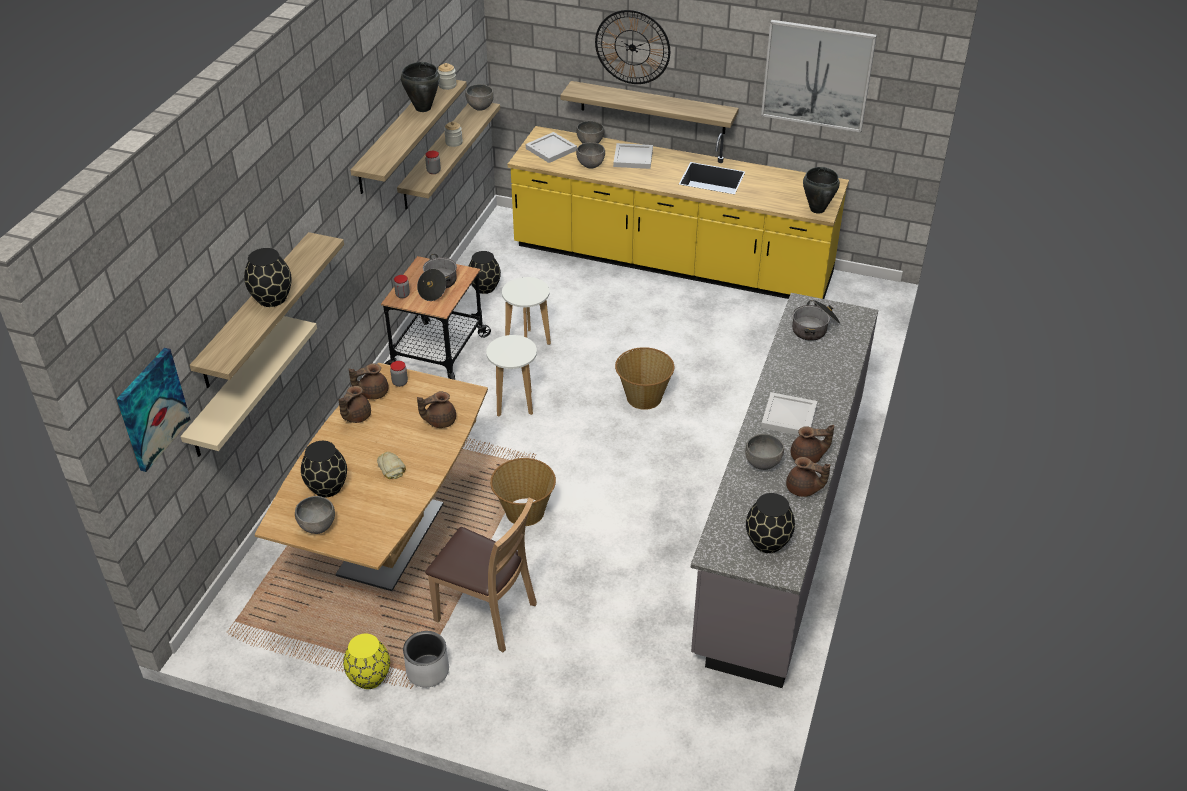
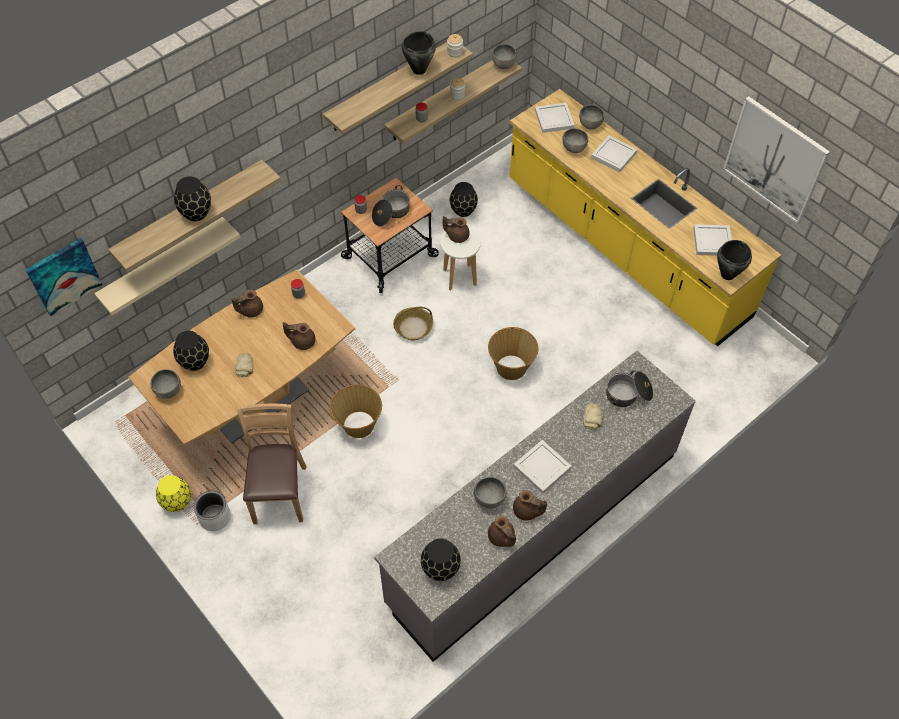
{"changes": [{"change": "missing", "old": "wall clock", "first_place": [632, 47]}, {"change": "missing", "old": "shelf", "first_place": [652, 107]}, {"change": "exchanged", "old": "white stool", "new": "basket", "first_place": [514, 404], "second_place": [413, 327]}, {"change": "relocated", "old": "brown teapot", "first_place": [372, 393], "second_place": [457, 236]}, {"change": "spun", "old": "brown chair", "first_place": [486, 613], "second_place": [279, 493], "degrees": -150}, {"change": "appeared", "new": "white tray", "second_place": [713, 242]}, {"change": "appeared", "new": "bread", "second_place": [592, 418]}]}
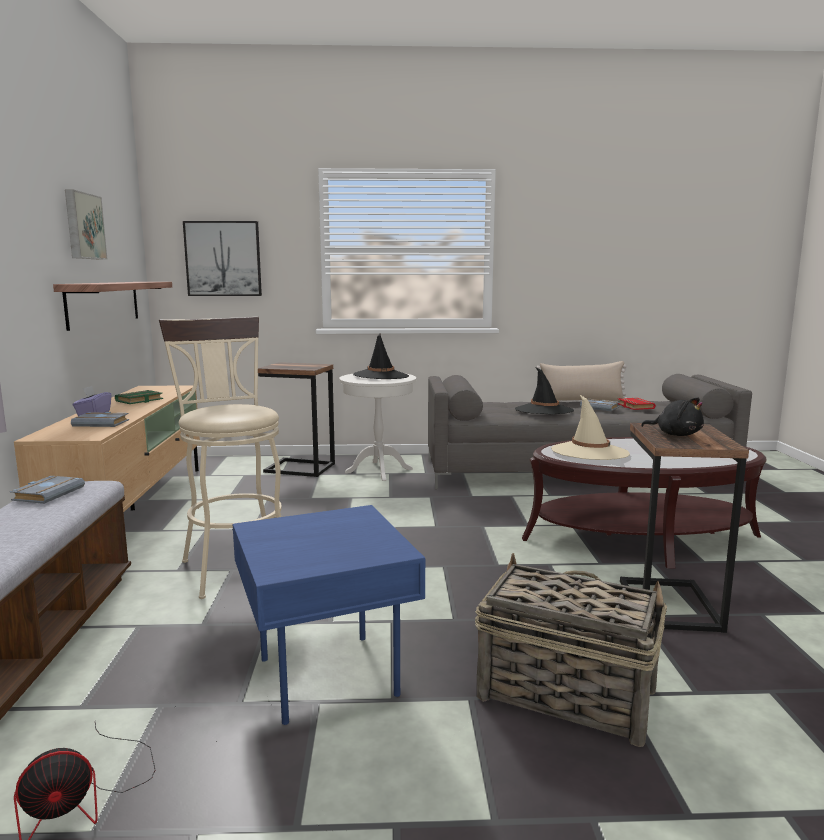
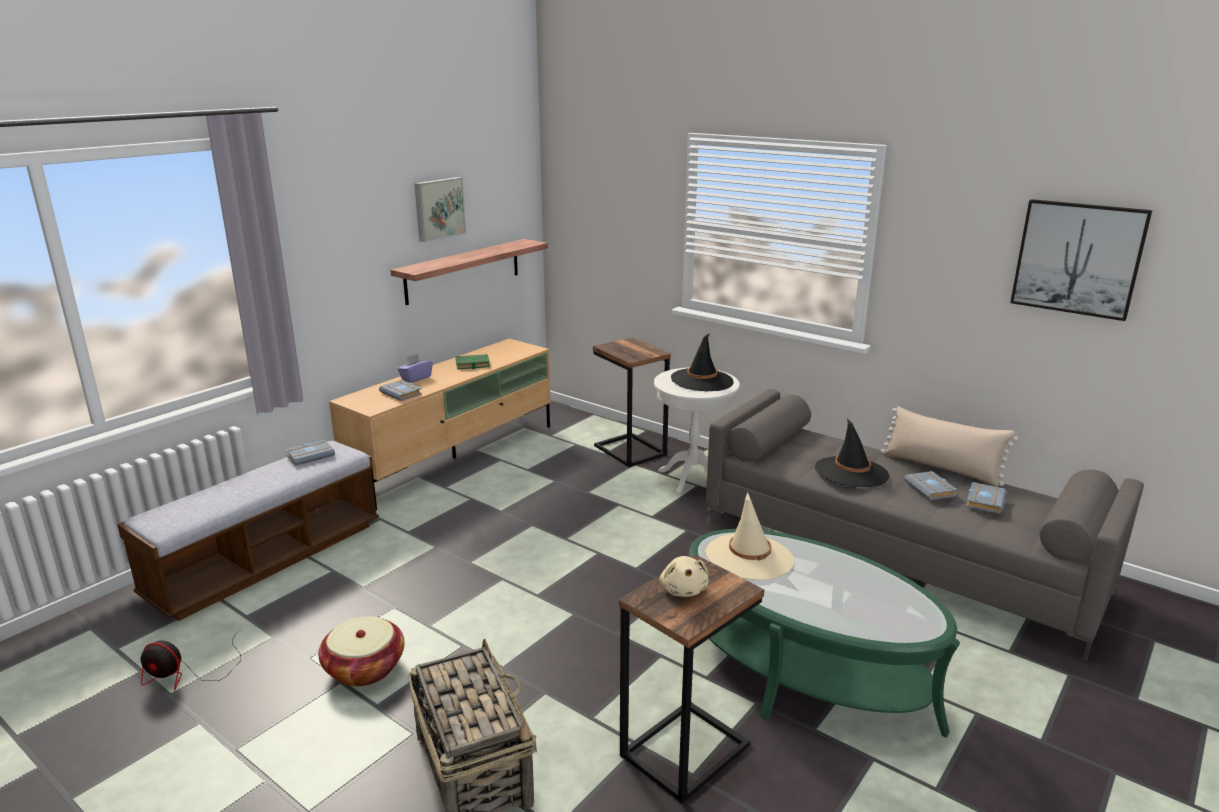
{"changes": [{"change": "relocated", "old": "picture", "first_place": [223, 259], "second_place": [1078, 258]}, {"change": "missing", "old": "beige stool", "first_place": [235, 565]}, {"change": "colour", "old": "red book", "new": "grey book", "first_place": [634, 406], "second_place": [983, 501]}, {"change": "colour", "old": "black plush toy", "new": "beige plush toy", "first_place": [675, 434], "second_place": [683, 590]}, {"change": "colour", "old": "brown coffee table", "new": "green coffee table", "first_place": [641, 537], "second_place": [803, 670]}, {"change": "exchanged", "old": "blue side table", "new": "basket", "first_place": [325, 679], "second_place": [364, 668]}]}
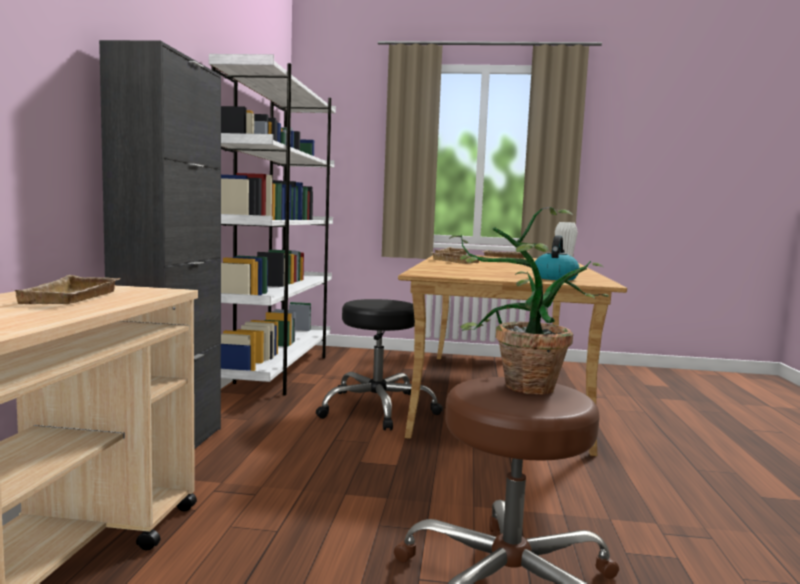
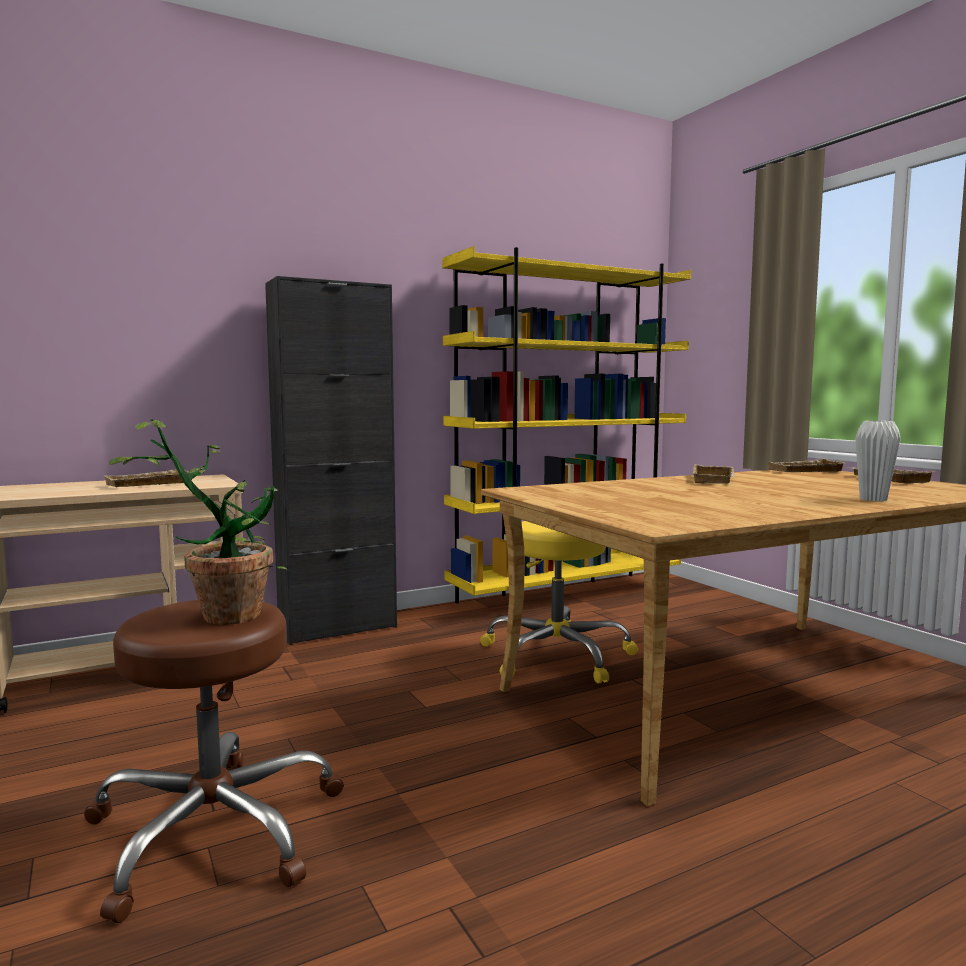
{"changes": [{"change": "colour", "old": "white bookcase", "new": "yellow bookcase", "first_place": [279, 372], "second_place": [567, 595]}, {"change": "missing", "old": "kettle", "first_place": [555, 278]}, {"change": "colour", "old": "black stool", "new": "yellow stool", "first_place": [377, 408], "second_place": [557, 655]}]}
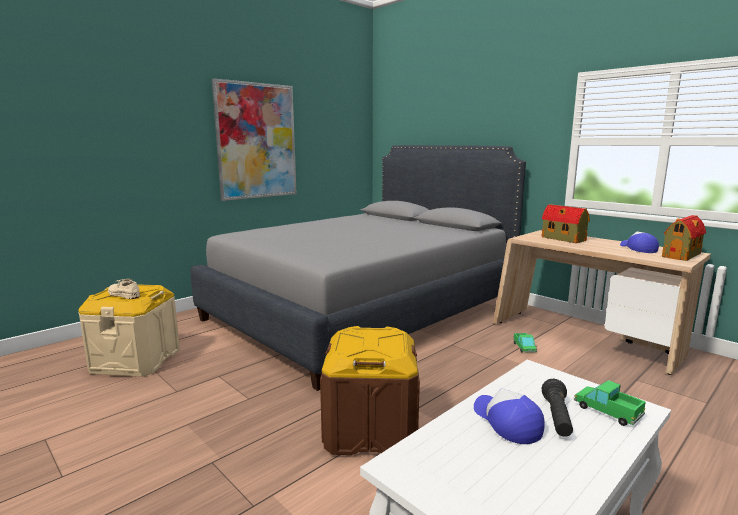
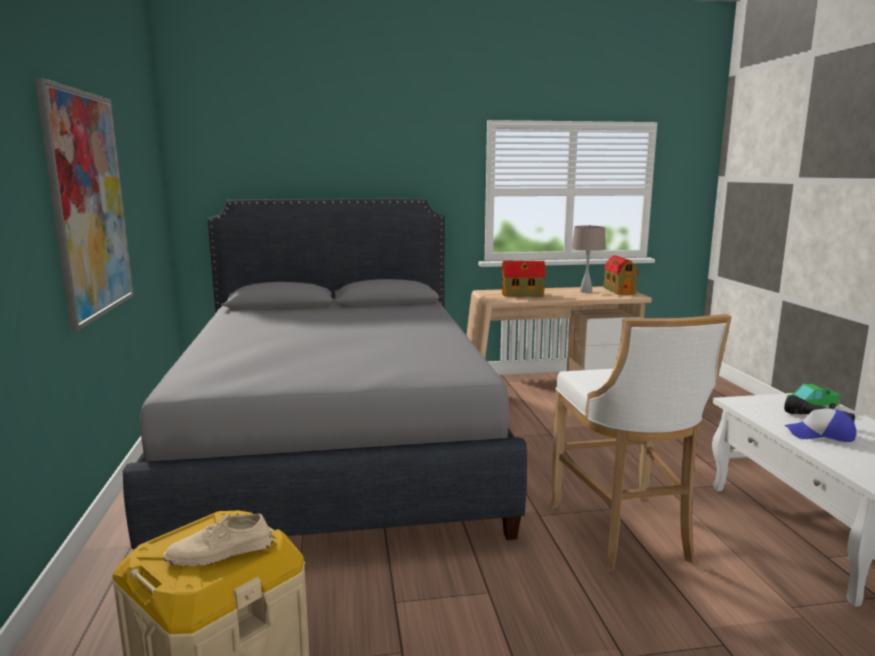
{"changes": [{"change": "exchanged", "old": "cap", "new": "beige table lamp", "first_place": [638, 248], "second_place": [586, 291]}, {"change": "exchanged", "old": "brown storage box", "new": "white stool", "first_place": [370, 429], "second_place": [624, 534]}, {"change": "missing", "old": "toy truck", "first_place": [524, 347]}]}
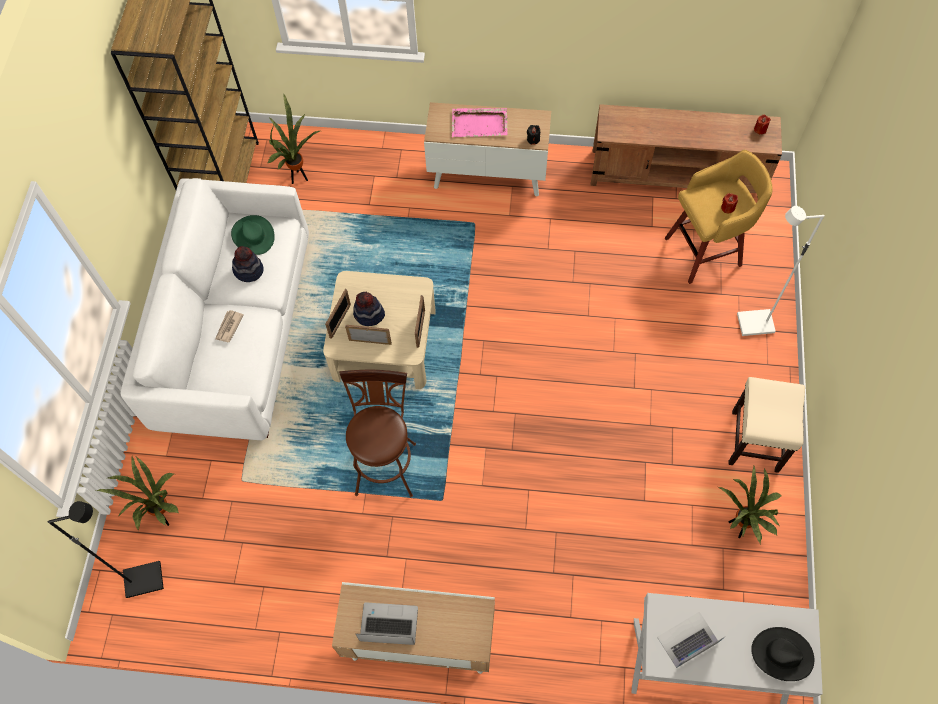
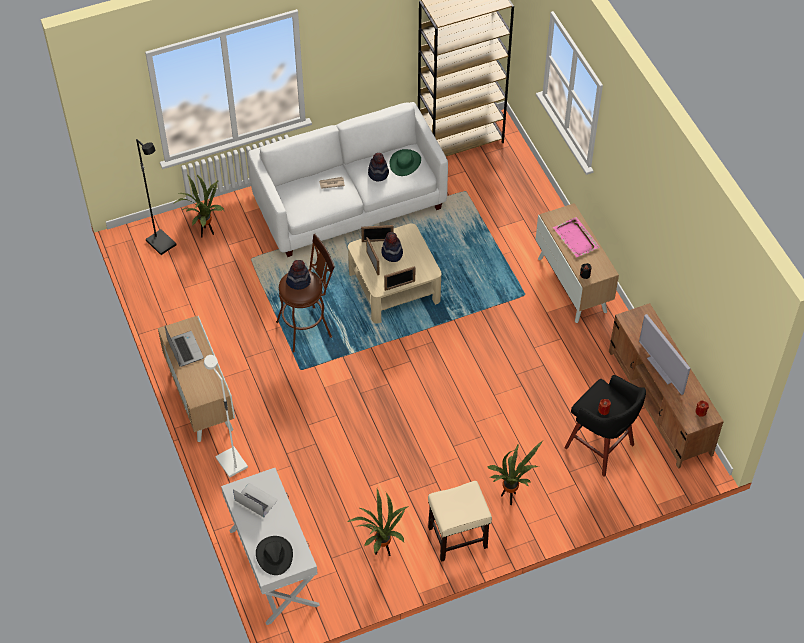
{"changes": [{"change": "relocated", "old": "potted plant", "first_place": [299, 177], "second_place": [510, 497]}, {"change": "colour", "old": "yellow stool", "new": "black stool", "first_place": [705, 251], "second_place": [601, 448]}, {"change": "relocated", "old": "white floor lamp", "first_place": [755, 324], "second_place": [230, 463]}, {"change": "appeared", "new": "hat", "second_place": [298, 281]}, {"change": "appeared", "new": "television", "second_place": [662, 368]}]}
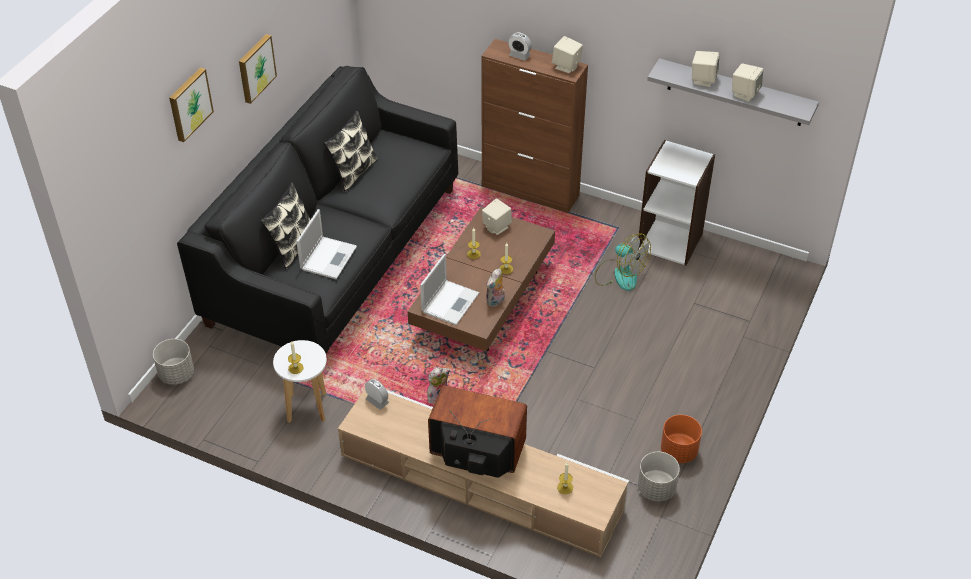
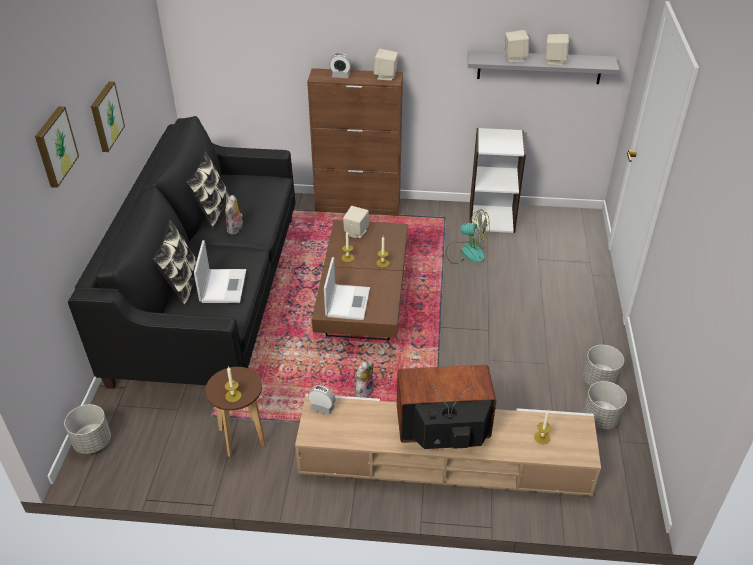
{"changes": [{"change": "relocated", "old": "plush toy", "first_place": [496, 301], "second_place": [236, 229]}, {"change": "colour", "old": "white stool", "new": "brown stool", "first_place": [307, 408], "second_place": [242, 437]}, {"change": "colour", "old": "orange planter", "new": "grey planter", "first_place": [678, 451], "second_place": [599, 380]}]}
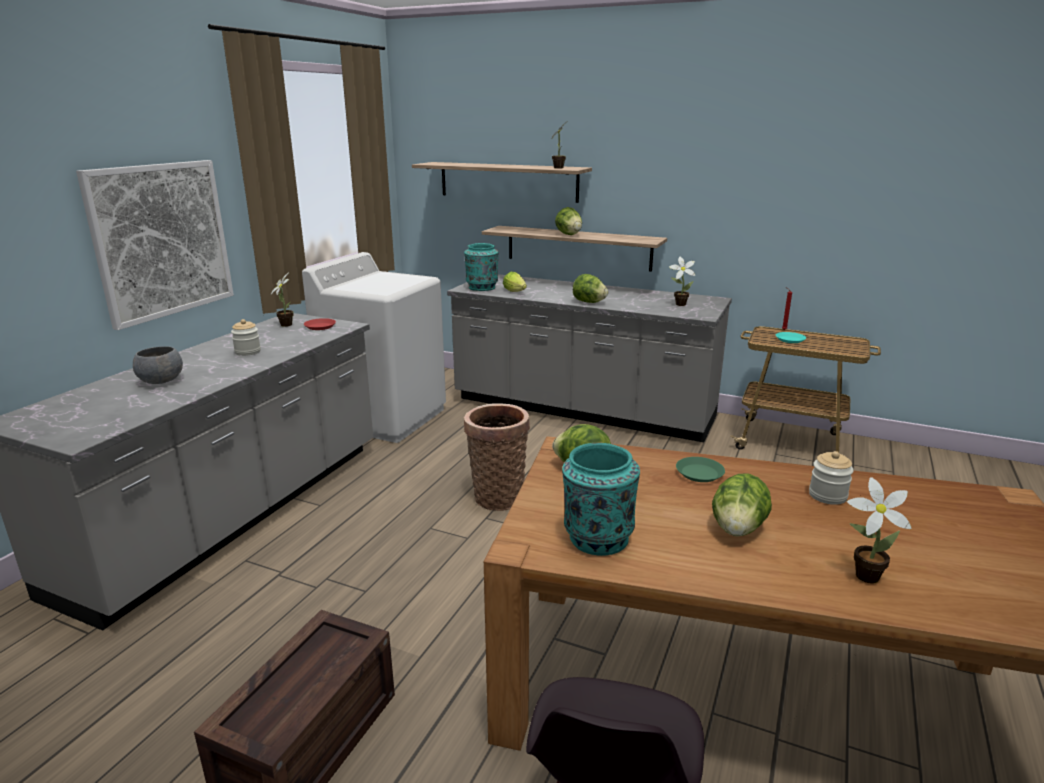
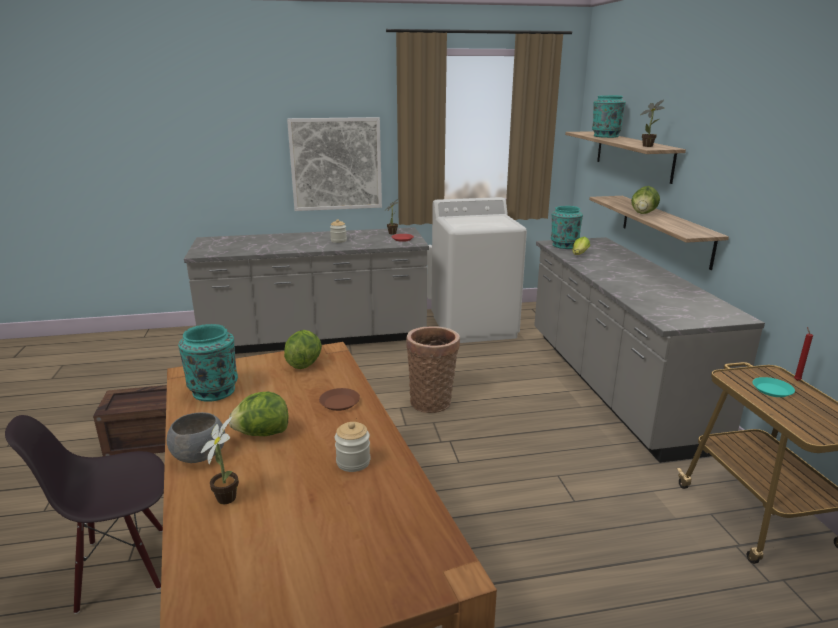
{"changes": [{"change": "missing", "old": "potted plant", "first_place": [678, 304]}, {"change": "missing", "old": "lettuce", "first_place": [589, 302]}, {"change": "relocated", "old": "grey bowl", "first_place": [162, 381], "second_place": [200, 455]}, {"change": "colour", "old": "green plate", "new": "brown plate", "first_place": [699, 473], "second_place": [339, 402]}, {"change": "appeared", "new": "turquoise vase", "second_place": [605, 136]}]}
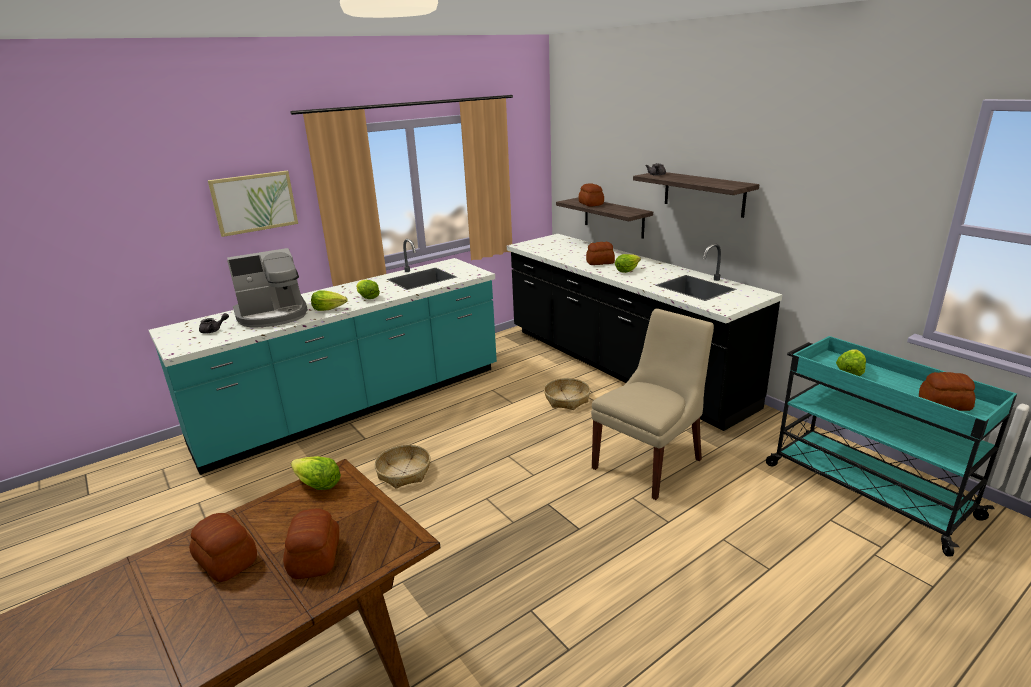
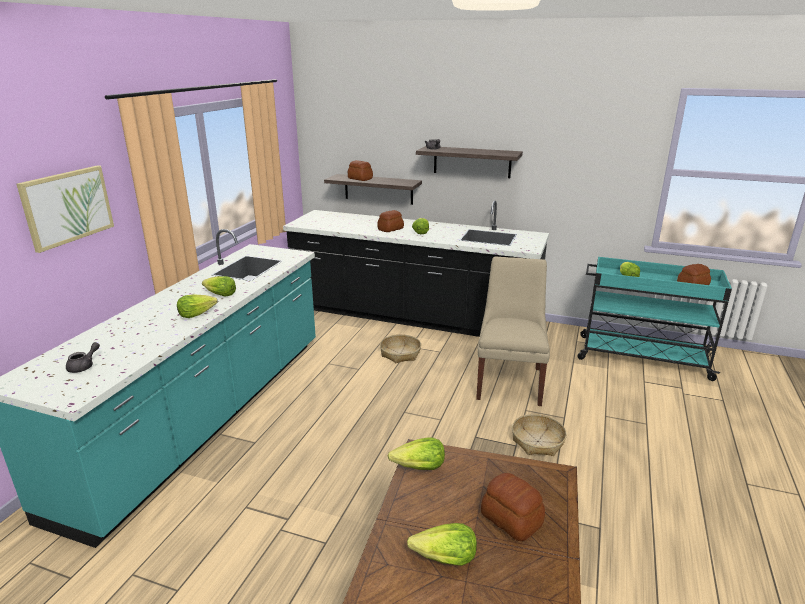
{"changes": [{"change": "missing", "old": "coffee machine", "first_place": [273, 315]}, {"change": "relocated", "old": "basket", "first_place": [404, 473], "second_place": [537, 441]}, {"change": "exchanged", "old": "bread", "new": "lettuce", "first_place": [226, 561], "second_place": [445, 559]}]}
